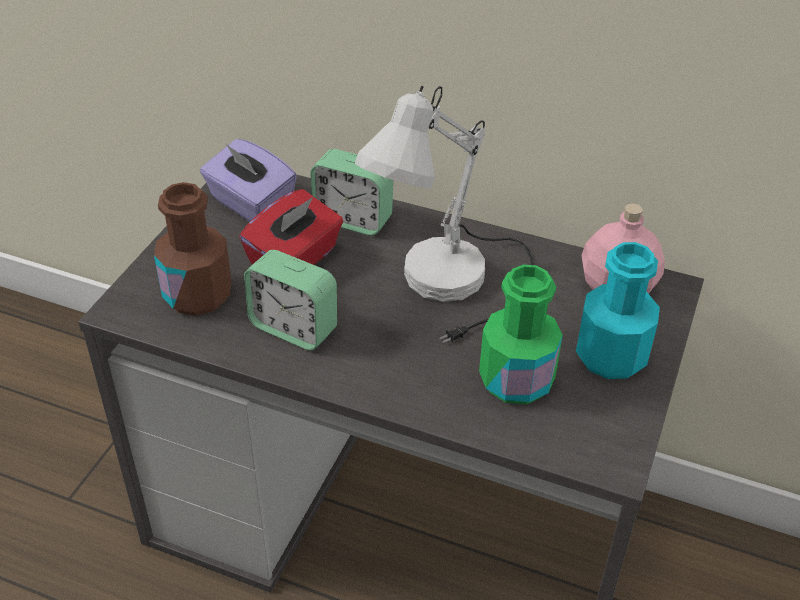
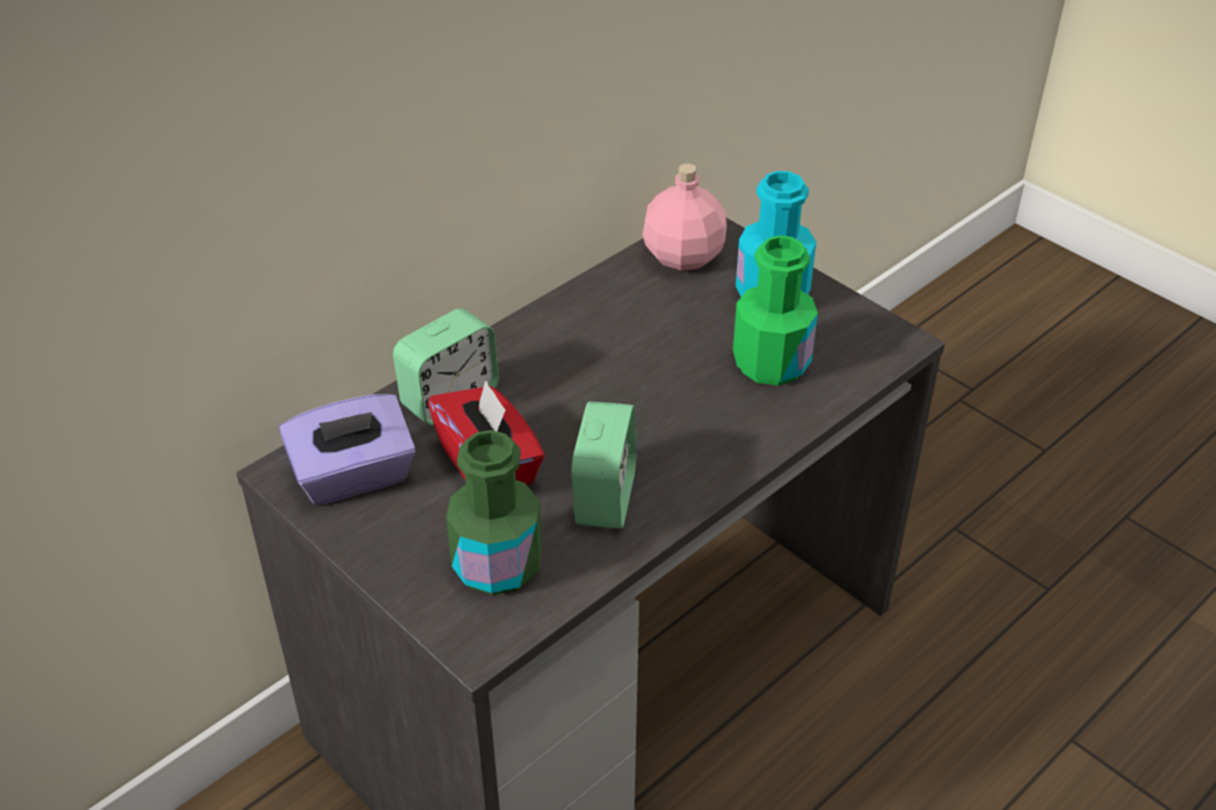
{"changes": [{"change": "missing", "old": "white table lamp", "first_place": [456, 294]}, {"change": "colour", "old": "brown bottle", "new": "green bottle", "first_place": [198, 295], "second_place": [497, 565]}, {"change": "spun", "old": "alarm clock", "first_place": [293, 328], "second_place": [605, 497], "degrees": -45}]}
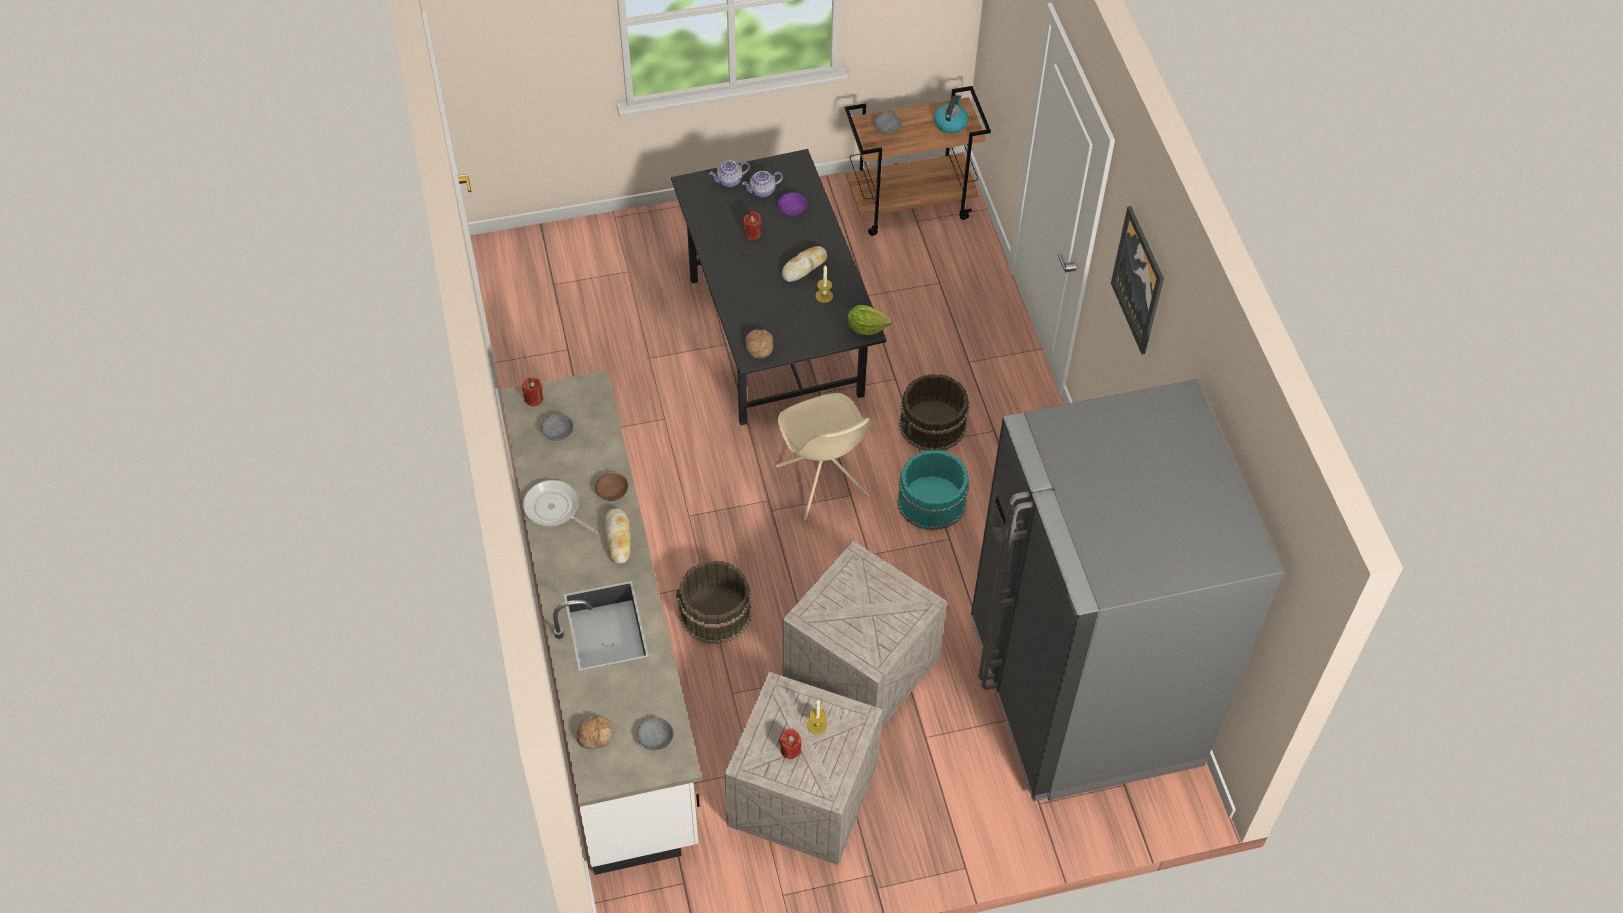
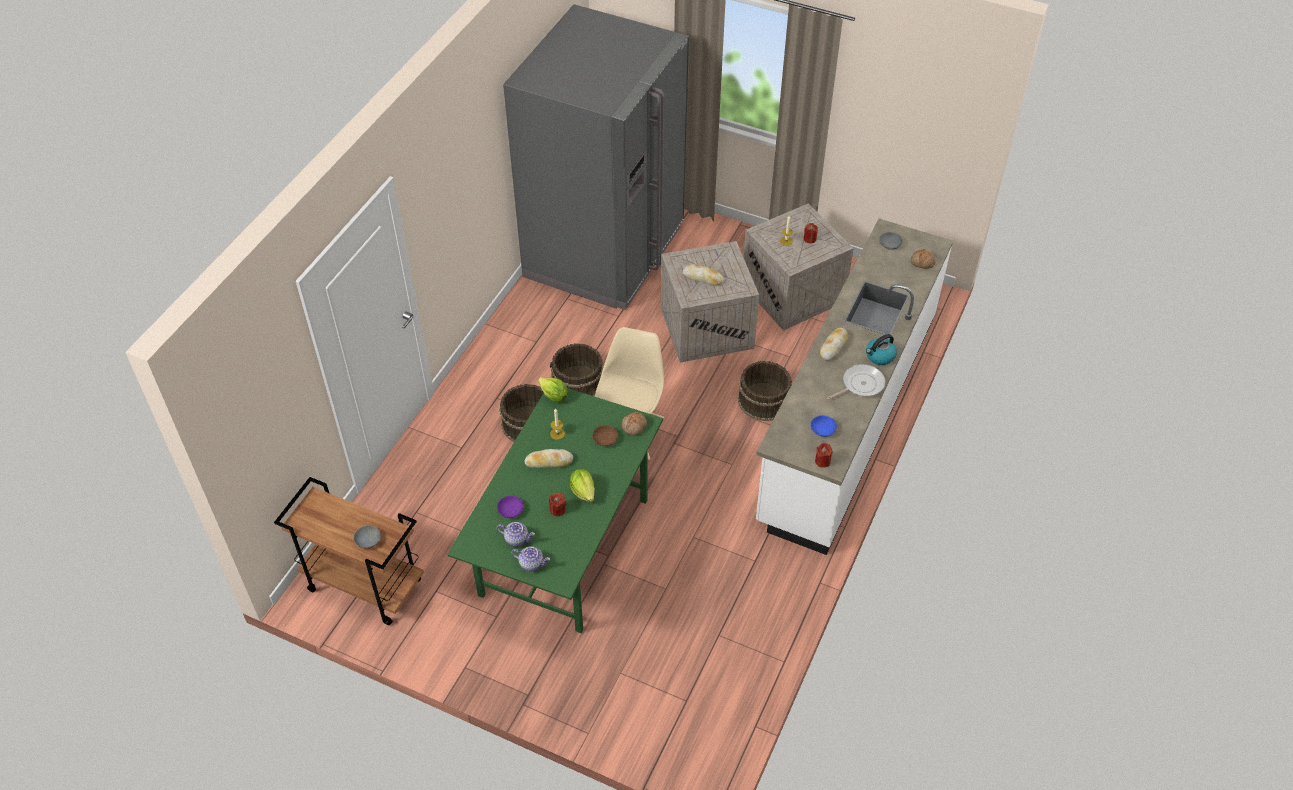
{"changes": [{"change": "relocated", "old": "kettle", "first_place": [950, 123], "second_place": [879, 356]}, {"change": "colour", "old": "black dining table", "new": "green dining table", "first_place": [777, 337], "second_place": [564, 545]}, {"change": "missing", "old": "picture", "first_place": [1139, 280]}, {"change": "colour", "old": "grey bowl", "new": "blue bowl", "first_place": [558, 431], "second_place": [822, 430]}, {"change": "colour", "old": "turquoise bucket", "new": "brown bucket", "first_place": [931, 501], "second_place": [578, 383]}, {"change": "relocated", "old": "brown bowl", "first_place": [612, 491], "second_place": [604, 439]}, {"change": "spun", "old": "frying pan", "first_place": [554, 509], "second_place": [860, 384], "degrees": -105}, {"change": "appeared", "new": "bread", "second_place": [703, 278]}, {"change": "appeared", "new": "lettuce", "second_place": [583, 491]}]}
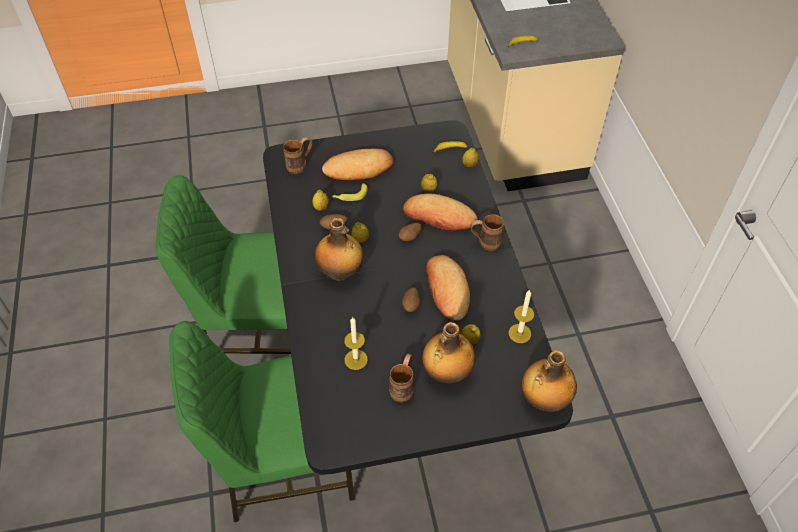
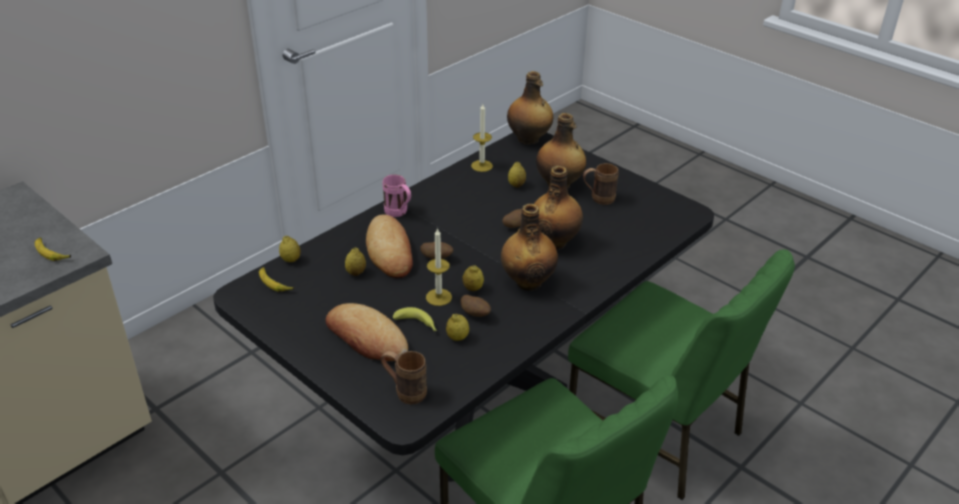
{"changes": [{"change": "colour", "old": "brown mug", "new": "pink mug", "first_place": [484, 243], "second_place": [399, 213]}, {"change": "missing", "old": "bread", "first_place": [447, 290]}, {"change": "relocated", "old": "candle", "first_place": [356, 359], "second_place": [438, 297]}, {"change": "appeared", "new": "bottle", "second_place": [554, 242]}]}
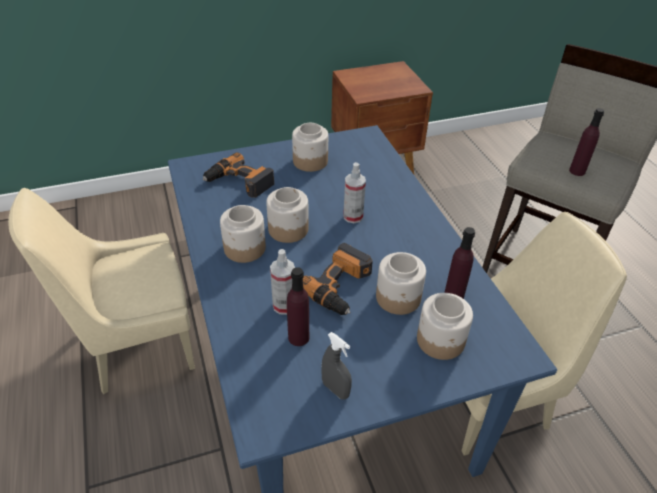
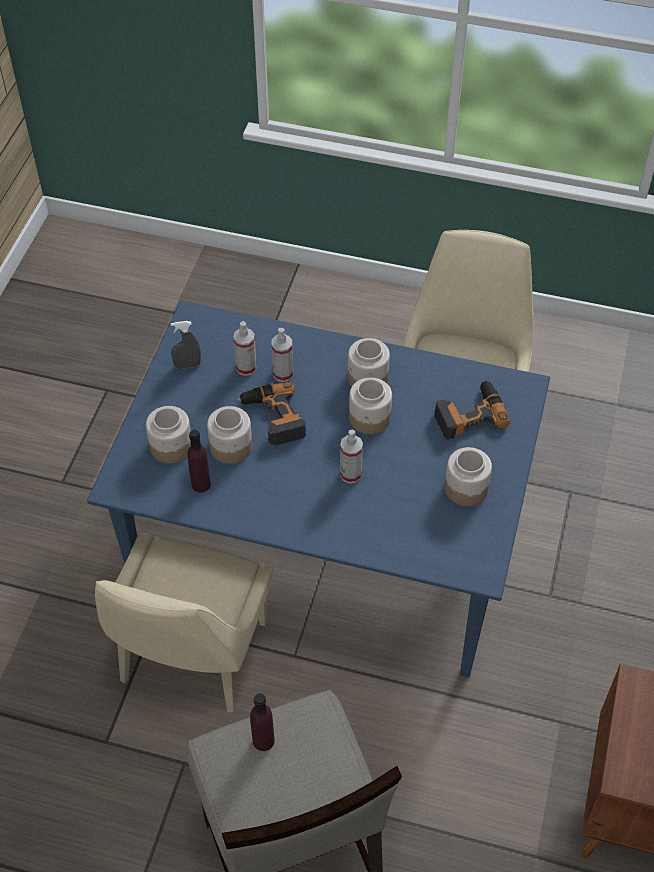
{"changes": [{"change": "exchanged", "old": "purple bottle", "new": "spray bottle", "first_place": [298, 337], "second_place": [246, 367]}]}
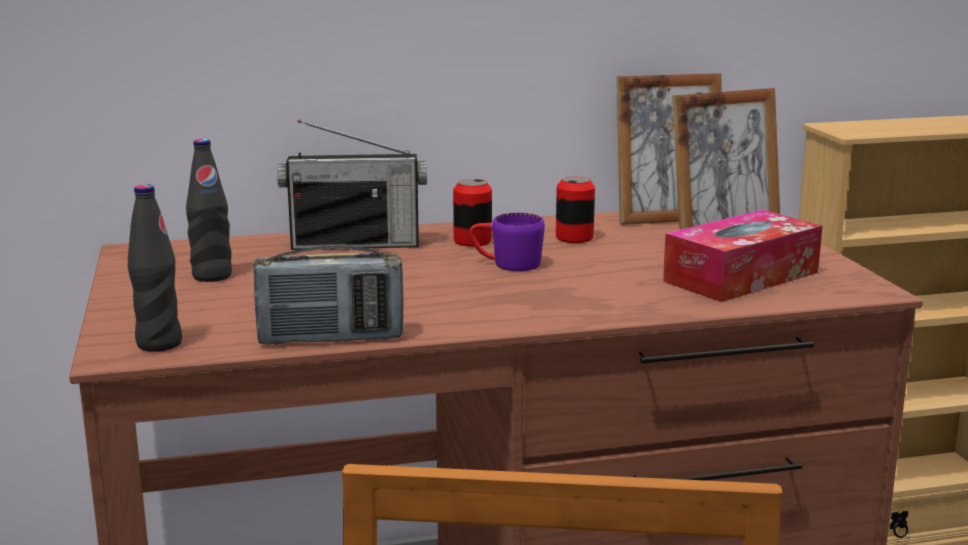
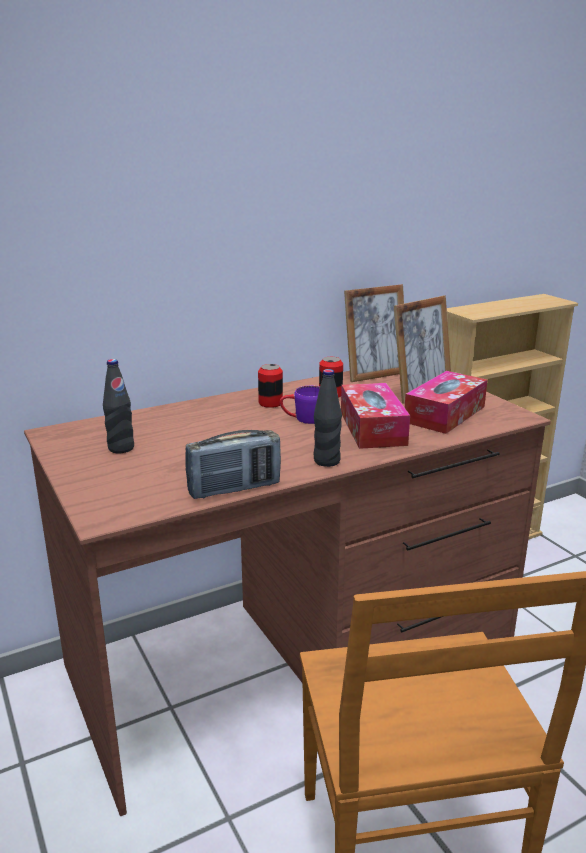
{"changes": [{"change": "missing", "old": "radio", "first_place": [355, 244]}, {"change": "relocated", "old": "black bottle", "first_place": [159, 344], "second_place": [326, 461]}, {"change": "appeared", "new": "tissue box", "second_place": [372, 428]}]}
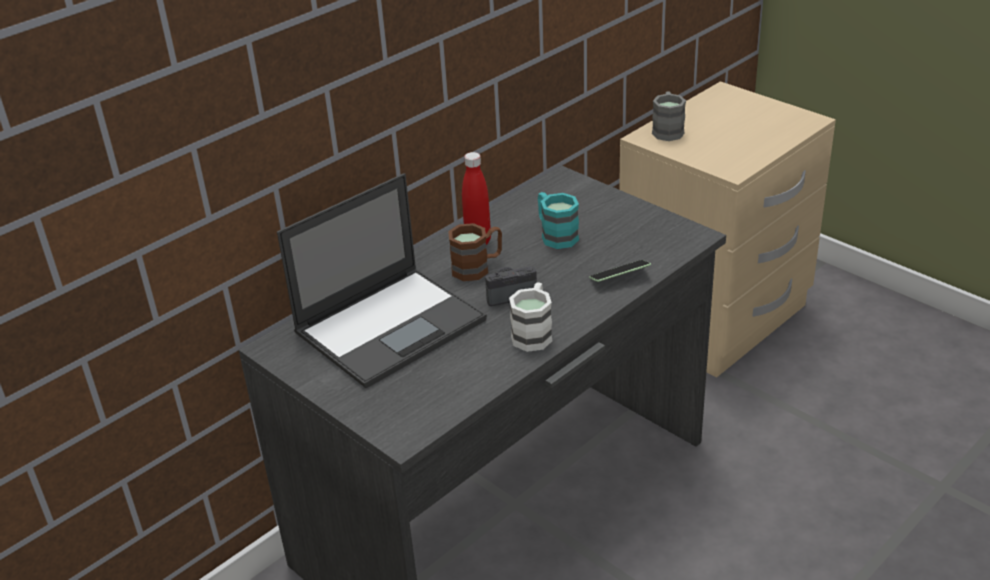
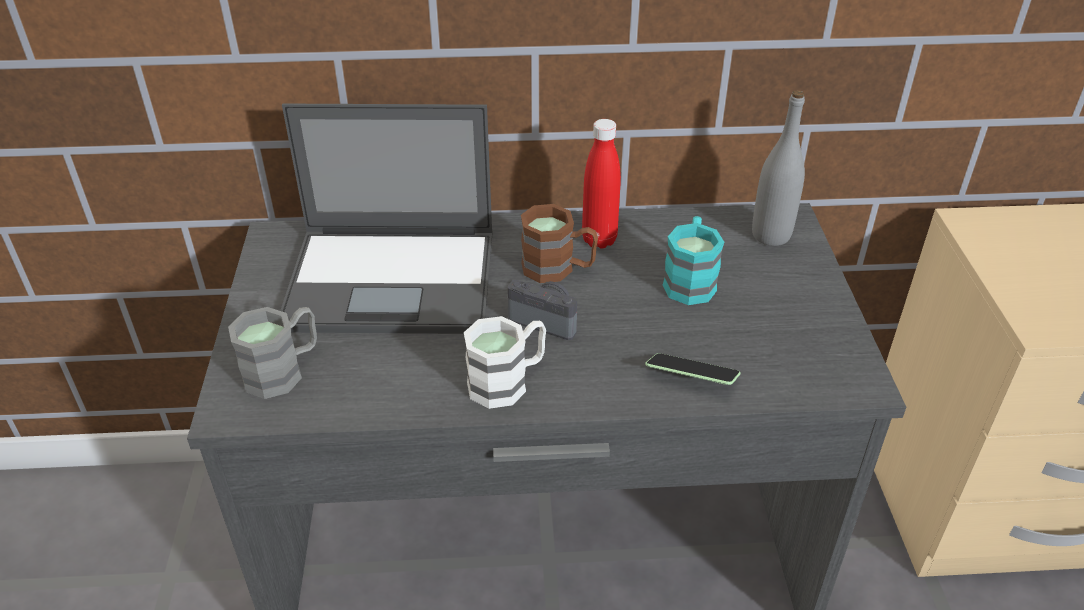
{"changes": [{"change": "relocated", "old": "grey mug", "first_place": [667, 130], "second_place": [283, 370]}, {"change": "appeared", "new": "grey bottle", "second_place": [771, 235]}]}
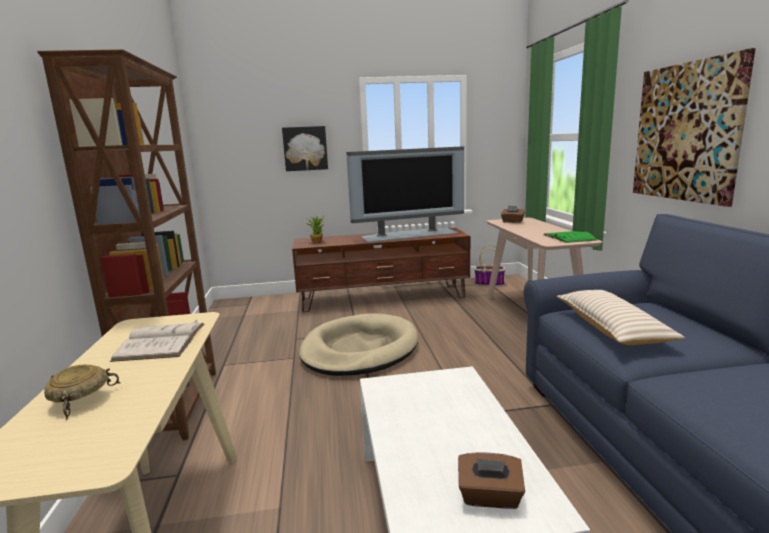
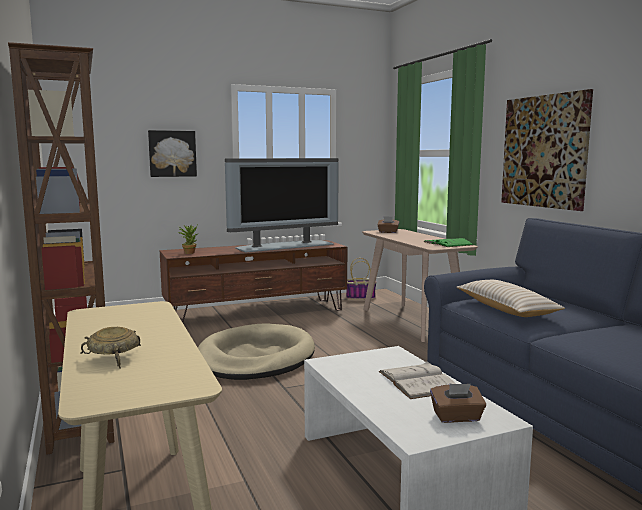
{"changes": [{"change": "relocated", "old": "white book", "first_place": [161, 341], "second_place": [418, 381]}]}
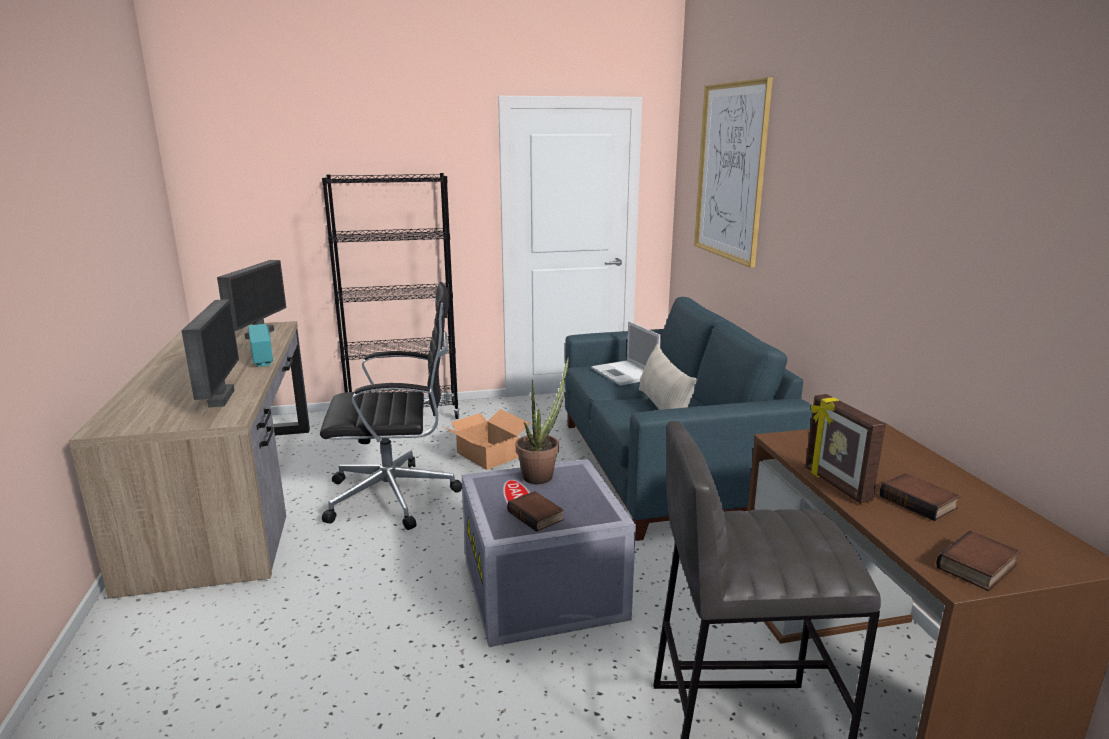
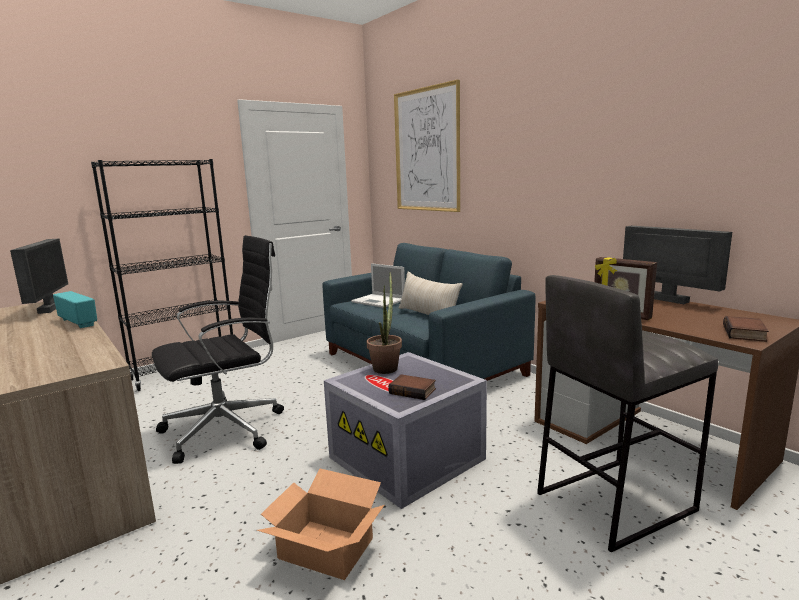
{"changes": [{"change": "relocated", "old": "monitor", "first_place": [219, 398], "second_place": [667, 300]}, {"change": "relocated", "old": "cardboard box", "first_place": [487, 456], "second_place": [326, 549]}, {"change": "missing", "old": "book", "first_place": [919, 502]}]}
